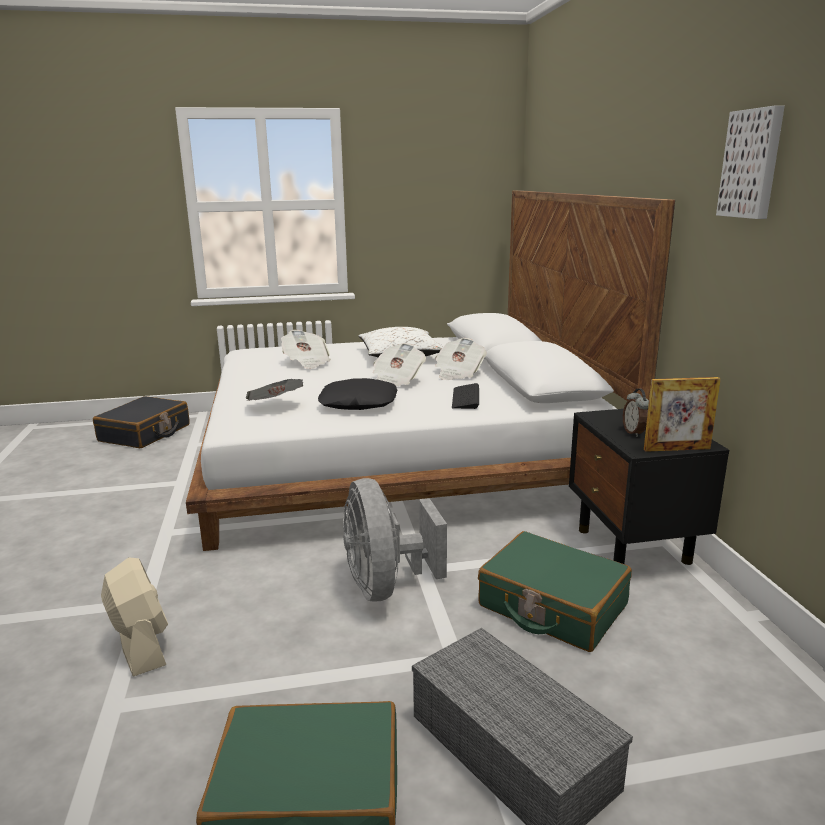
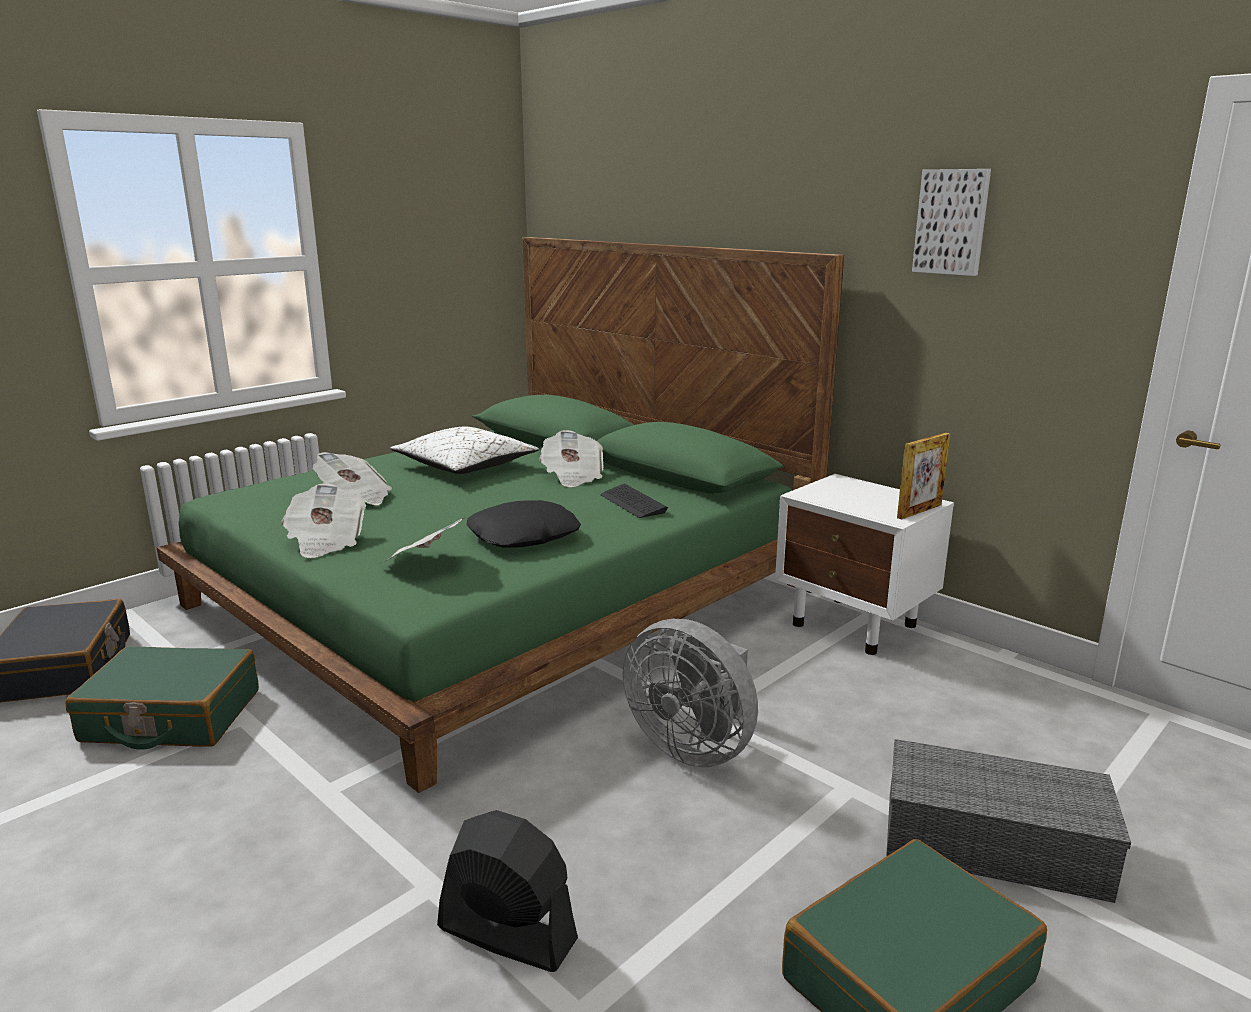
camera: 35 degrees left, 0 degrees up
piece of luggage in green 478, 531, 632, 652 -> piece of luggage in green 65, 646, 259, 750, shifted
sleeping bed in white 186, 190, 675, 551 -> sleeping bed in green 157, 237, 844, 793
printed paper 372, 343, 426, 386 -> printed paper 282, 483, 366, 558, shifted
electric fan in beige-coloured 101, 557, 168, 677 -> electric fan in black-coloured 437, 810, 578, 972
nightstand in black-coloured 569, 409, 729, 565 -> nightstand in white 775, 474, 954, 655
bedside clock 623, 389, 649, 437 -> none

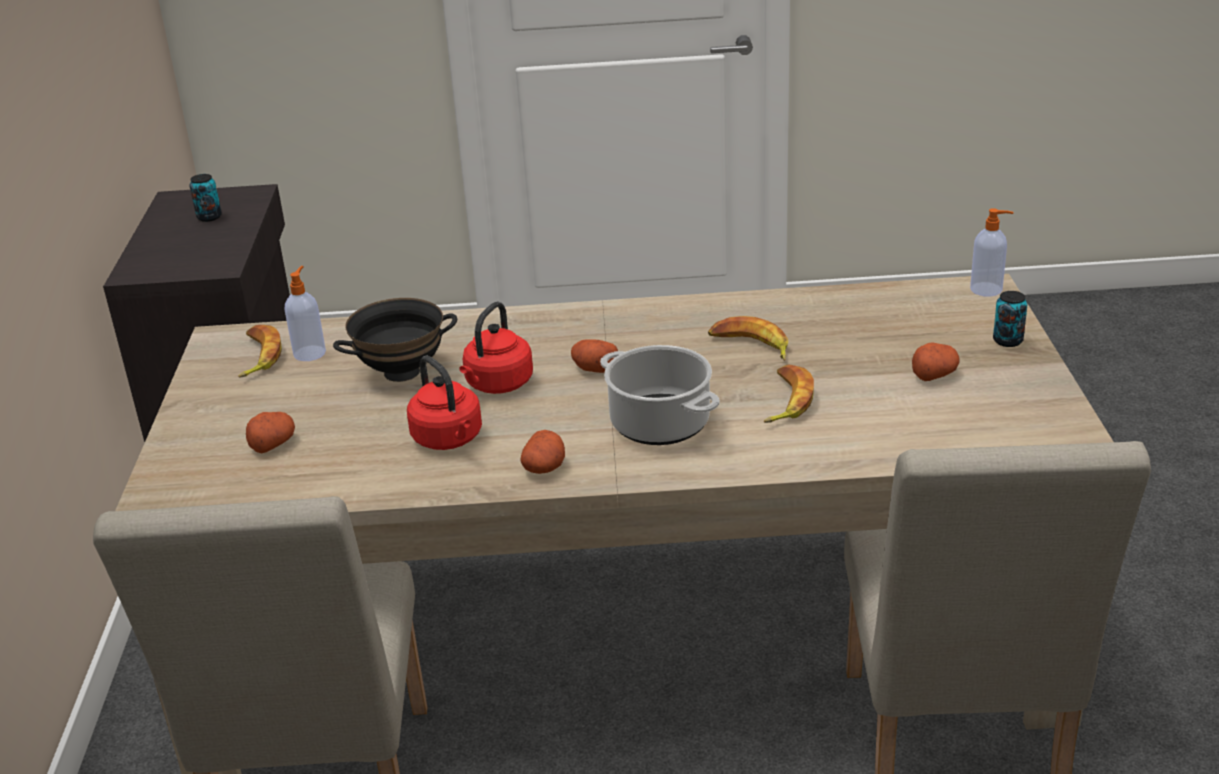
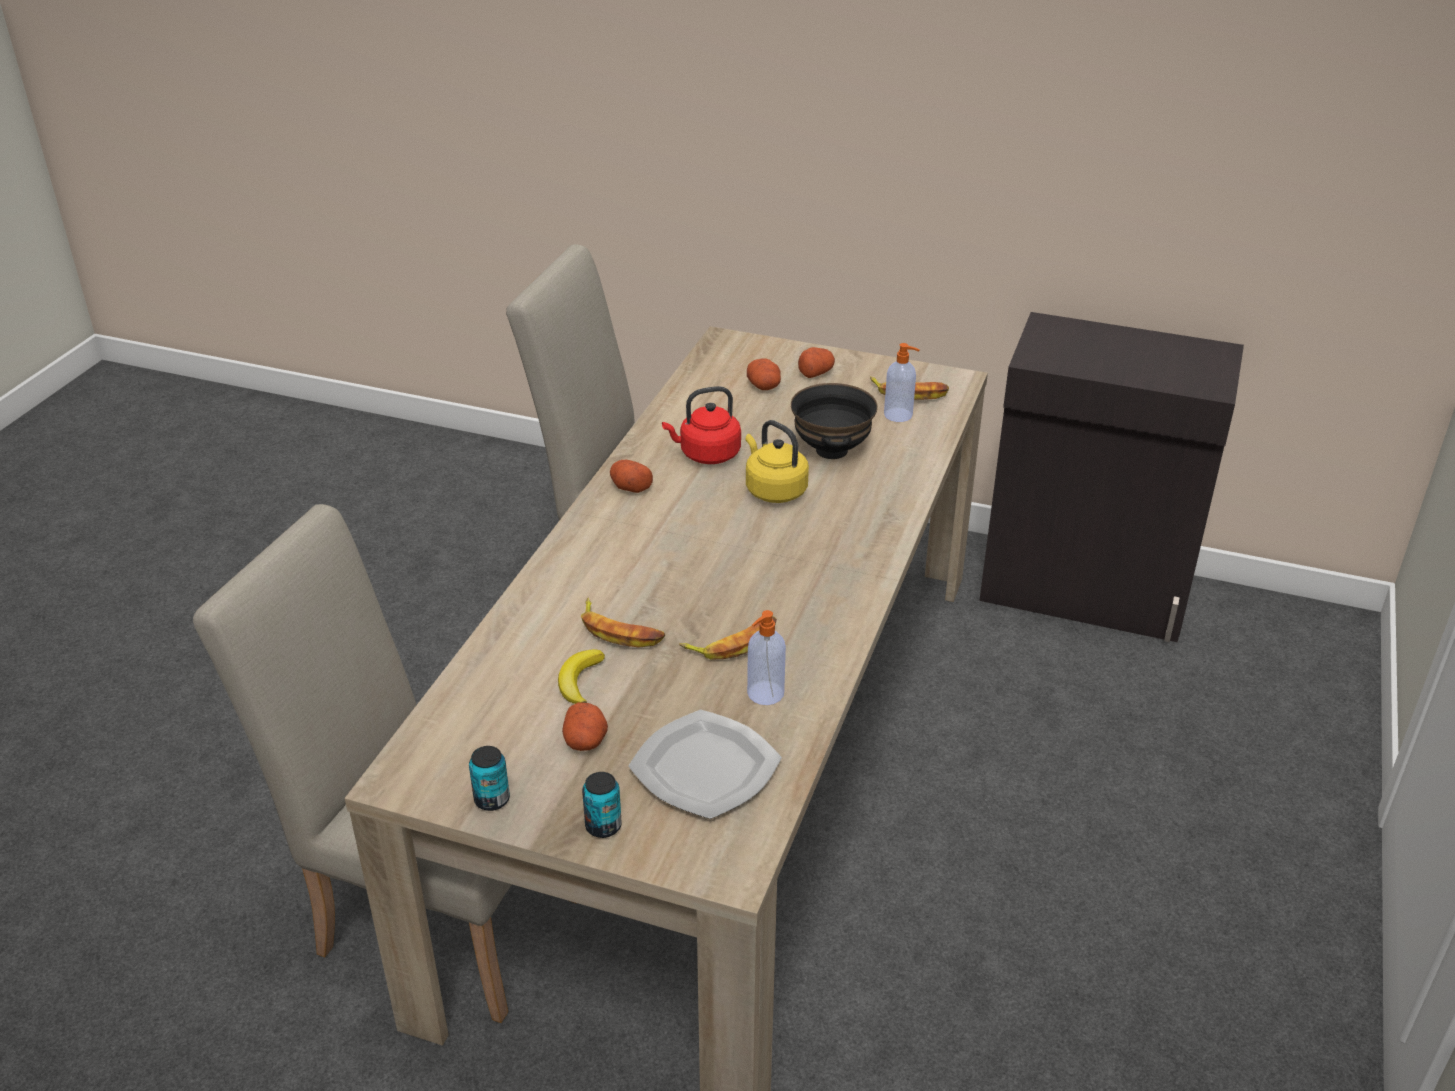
camera: 110 degrees right, 5 degrees up
metal can 189, 174, 222, 222 -> metal can 469, 746, 510, 811, shifted
none -> banana 558, 649, 605, 704
none -> flat dish 628, 709, 782, 819
water kettle in red 459, 302, 533, 394 -> water kettle in yellow 746, 420, 809, 503
liquid soap bottle 970, 208, 1013, 296 -> liquid soap bottle 747, 610, 786, 705, shifted
whole potato 571, 339, 618, 373 -> whole potato 798, 347, 835, 378, shifted
saucepot 600, 345, 720, 445 -> none

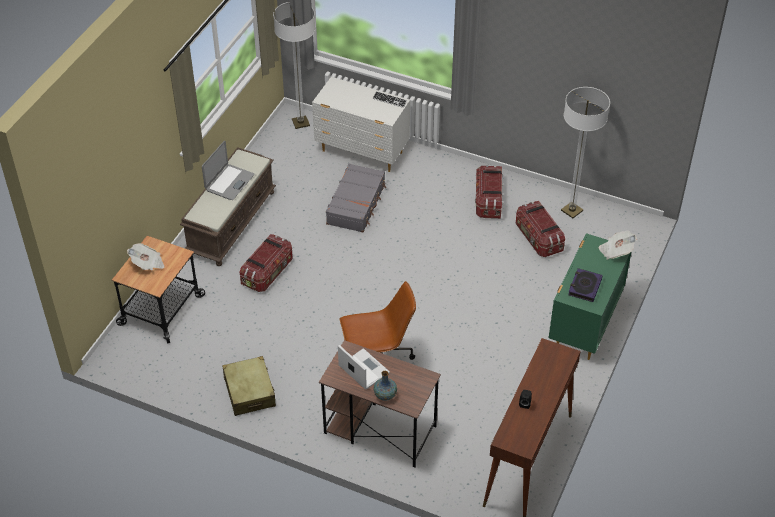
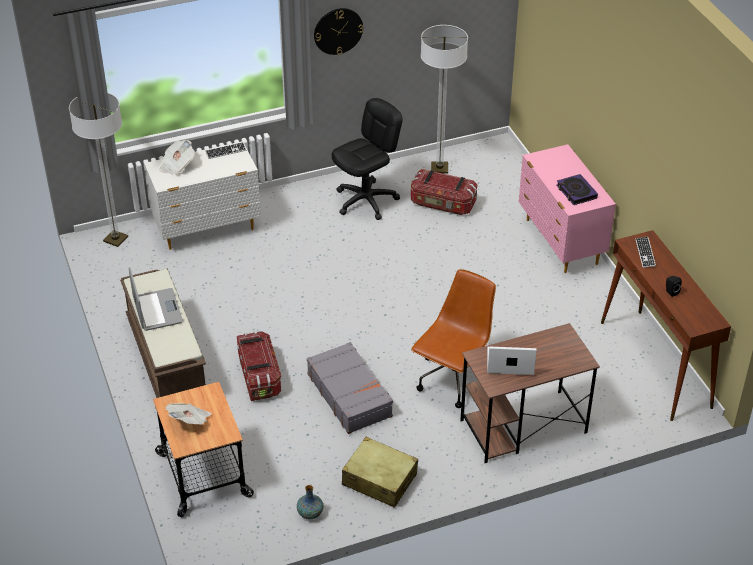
camera: 45 degrees left, 5 degrees down
printed paper 599, 230, 637, 260 -> printed paper 159, 140, 195, 175, shifted
decorative vase 374, 371, 397, 400 -> decorative vase 297, 485, 324, 519, shifted
piece of luggage in greyish 326, 164, 386, 232 -> piece of luggage in greyish 307, 342, 393, 434, shifted
none -> hanging clock 314, 8, 363, 55
storage bin 475, 165, 503, 219 -> desk chair in black-coloured 332, 98, 403, 220
drawer chest in green 548, 233, 632, 360 -> drawer chest in pinkish 519, 144, 616, 273
none -> computer keyboard 635, 237, 656, 268

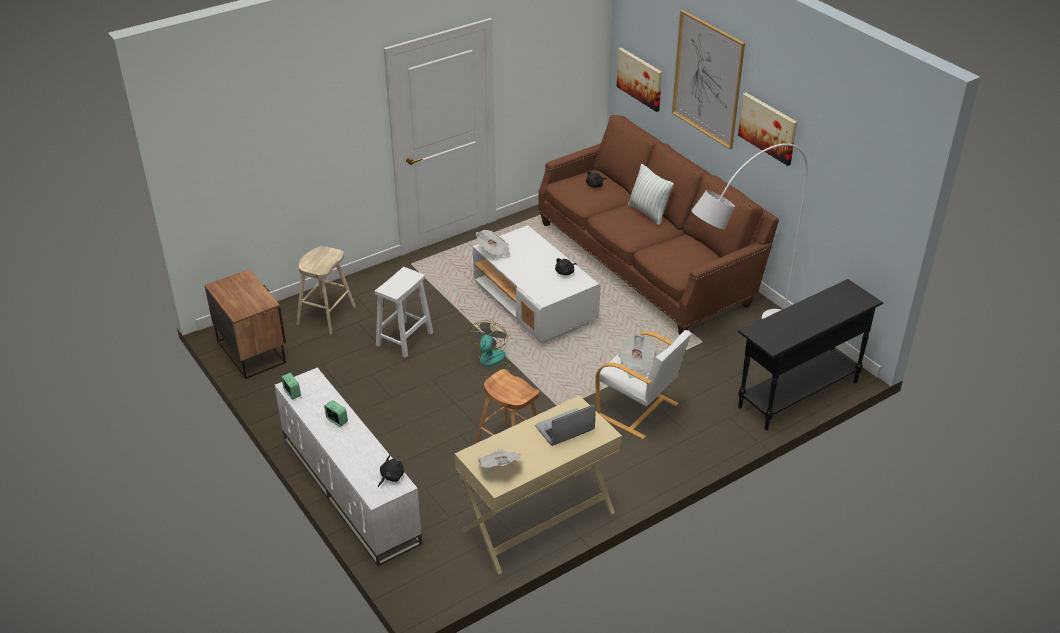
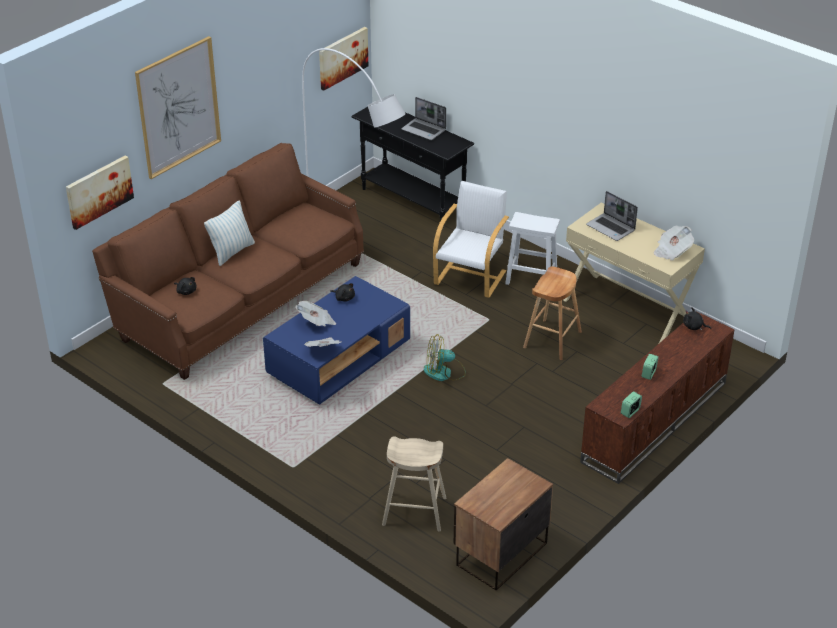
camera: 105 degrees left, 0 degrees up
coffee table in white 473, 225, 601, 344 -> coffee table in blue-coloured 263, 276, 410, 405
printed paper 619, 335, 658, 378 -> printed paper 295, 301, 336, 327, shifted
wall art 738, 93, 797, 166 -> wall art 319, 27, 368, 91, shifted
none -> laptop 401, 97, 446, 140
stool in white 375, 267, 433, 358 -> stool in white 505, 212, 560, 285, shifted
tv unit in white 275, 367, 422, 566 -> tv unit in brown-coloured 580, 311, 735, 484

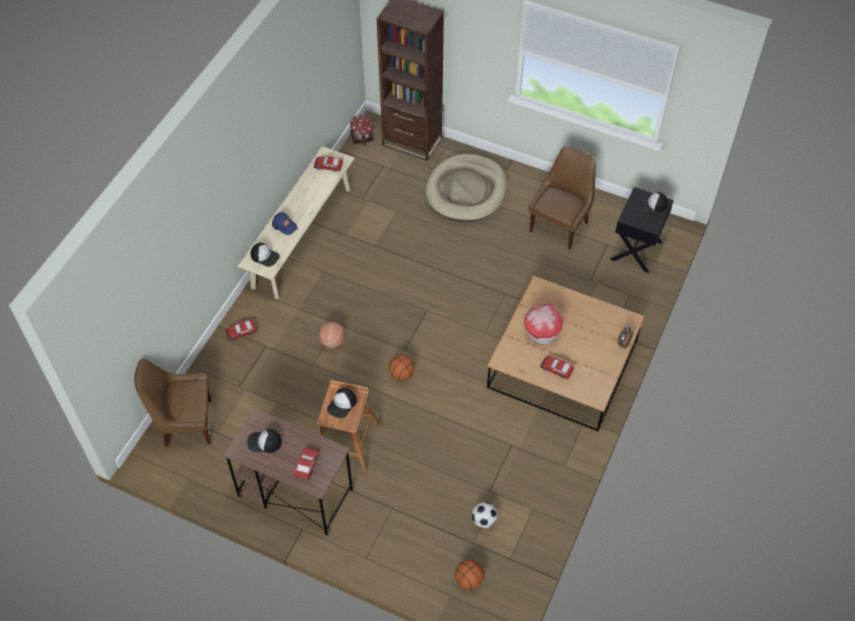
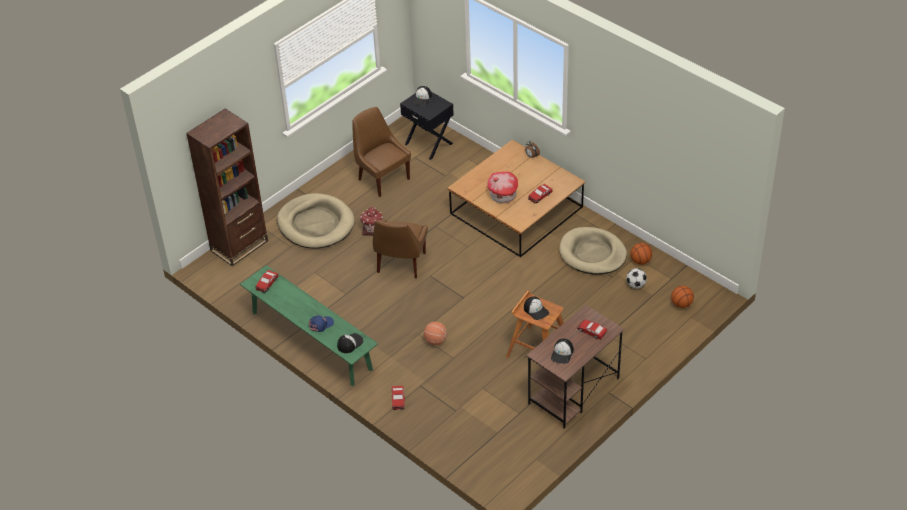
camera: 70 degrees left, 10 degrees down
indoor bench in beige-coloured 237, 146, 355, 299 -> indoor bench in green 240, 265, 378, 386
model house 350, 115, 375, 146 -> model house 360, 207, 383, 236, shifted
upright chair in brown-coloured 134, 358, 211, 447 -> upright chair in brown-coloured 373, 220, 428, 278, shifted
none -> pet bed in beige-coloured 559, 227, 627, 275
basketball 389, 355, 415, 381 -> basketball 630, 243, 652, 265, shifted

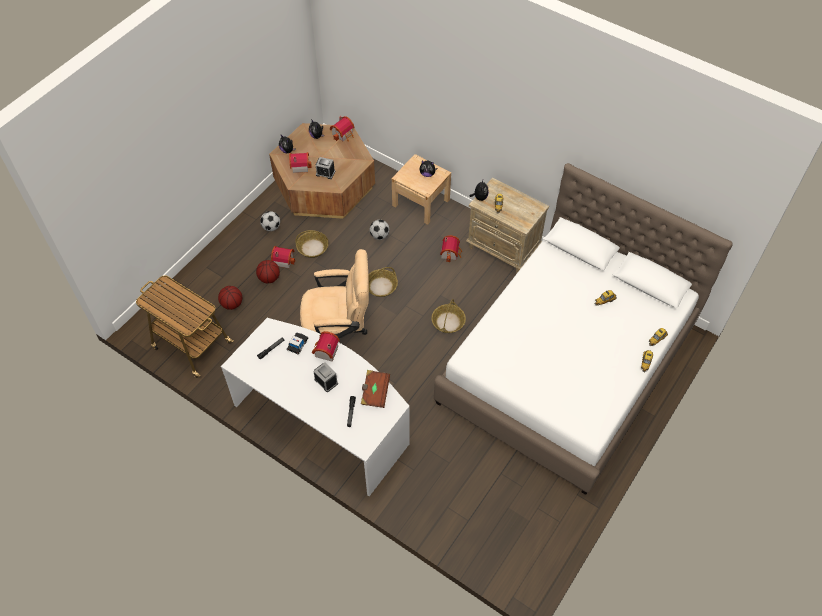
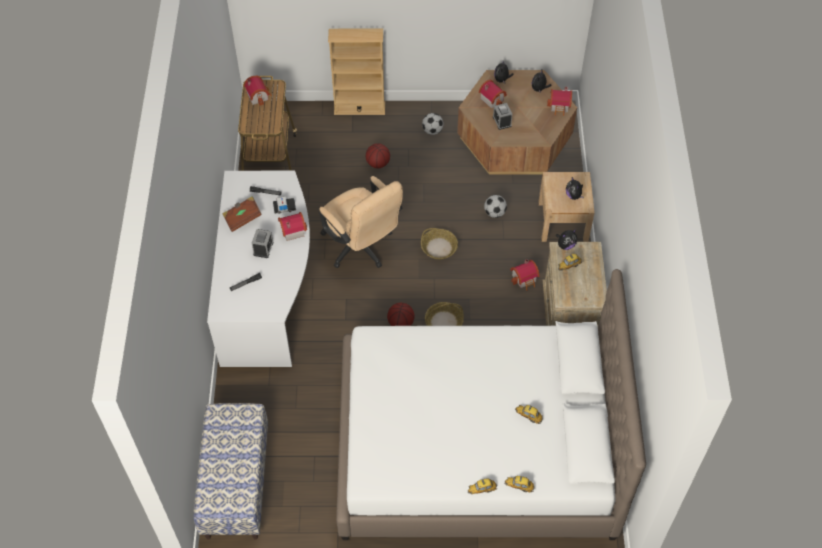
camera: 55 degrees right, 0 degrees up
none -> indoor bench 194, 403, 268, 540
bound book in brown-coloured 361, 370, 390, 408 -> bound book in brown-coloured 222, 196, 262, 232, shifted
model house 271, 246, 295, 268 -> model house 244, 75, 272, 105, shifted
none -> bookshelf in beige-coloured 328, 29, 385, 115
basketball 218, 286, 242, 310 -> basketball 387, 303, 415, 326, shifted
storage basket 295, 230, 329, 258 -> none

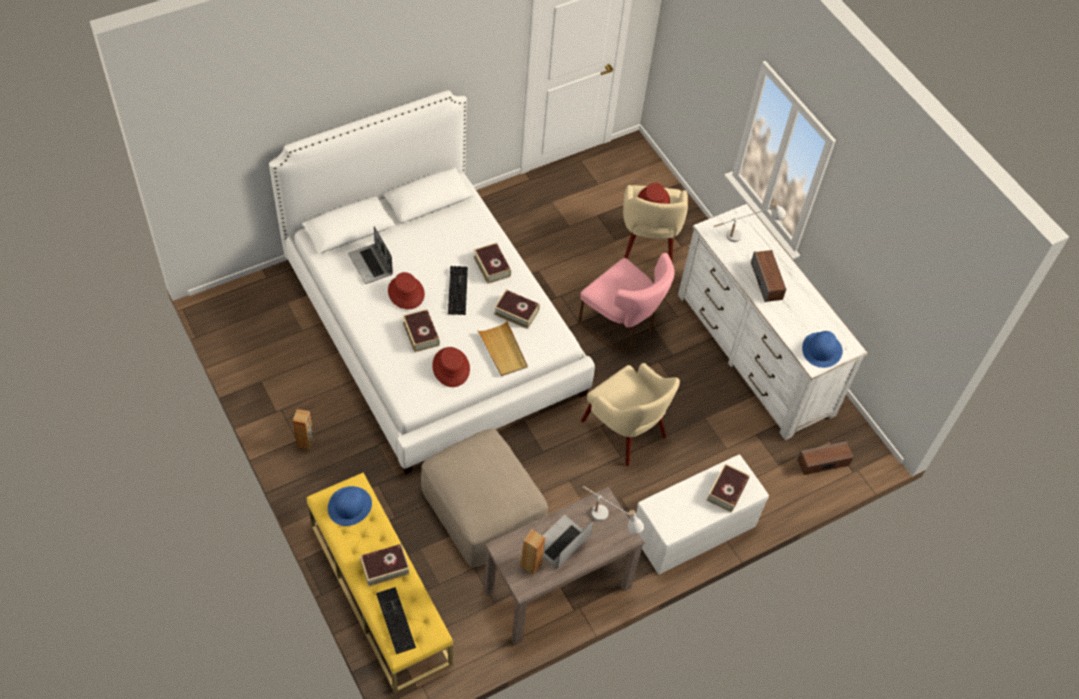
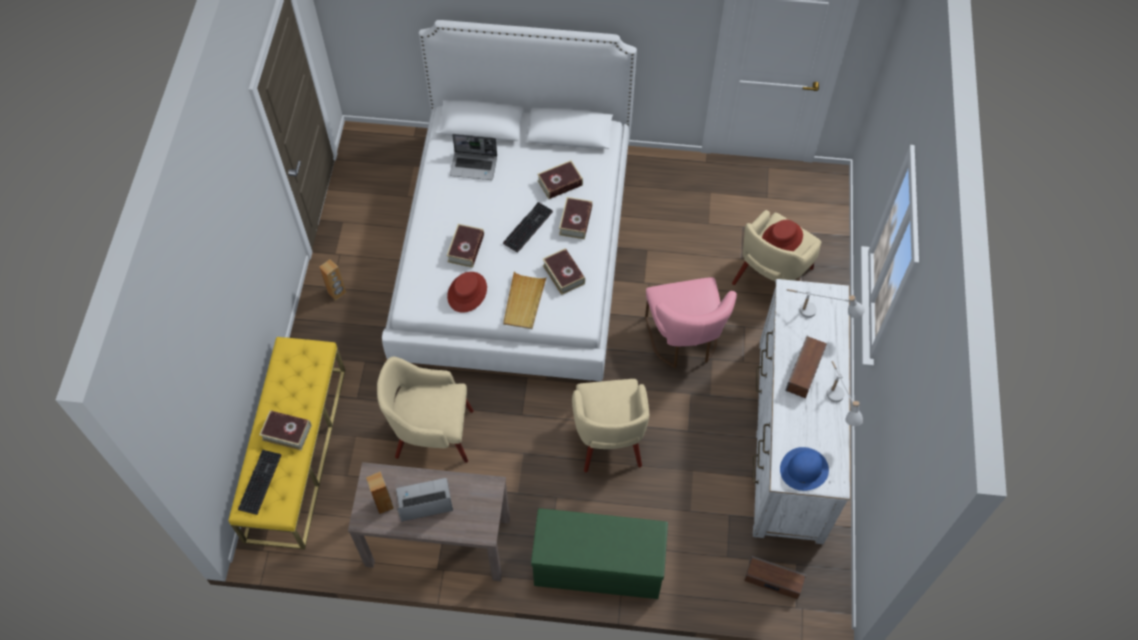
camera: 40 degrees right, 5 degrees up
footrest in beige-coloured 421, 428, 548, 568 -> armchair in beige-coloured 377, 357, 474, 463
laptop 348, 226, 393, 284 -> laptop 450, 134, 497, 180, 90 degrees counterclockwise
indoor bench in white 636, 455, 769, 575 -> indoor bench in green 531, 508, 668, 599
bound book 707, 463, 750, 512 -> bound book 537, 160, 583, 199, shifted
lamp for a table in white 583, 486, 644, 534 -> lamp for a table in white 827, 361, 863, 426, shifted
wearable hat in blue-coloured 328, 486, 372, 526 -> none
wearable hat in red 388, 272, 425, 309 -> none

